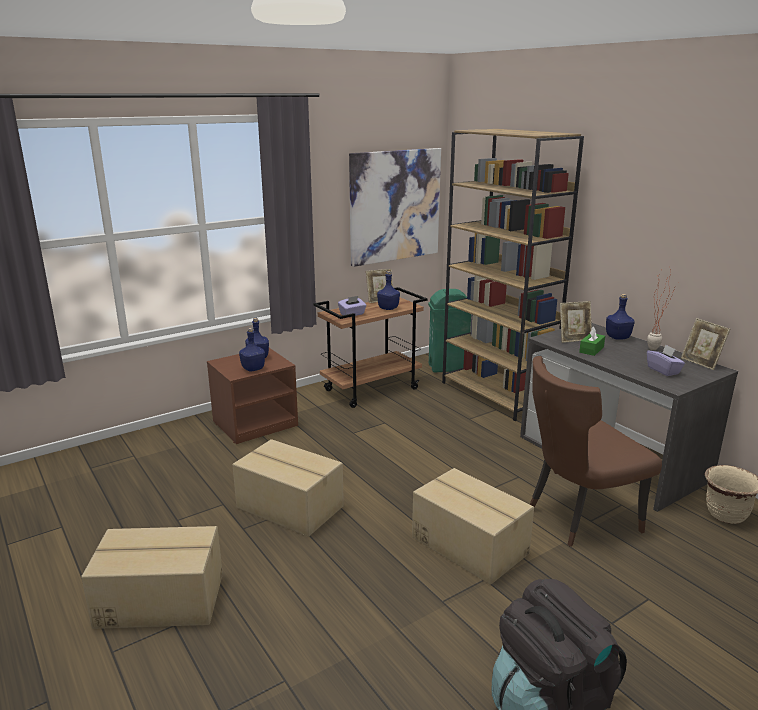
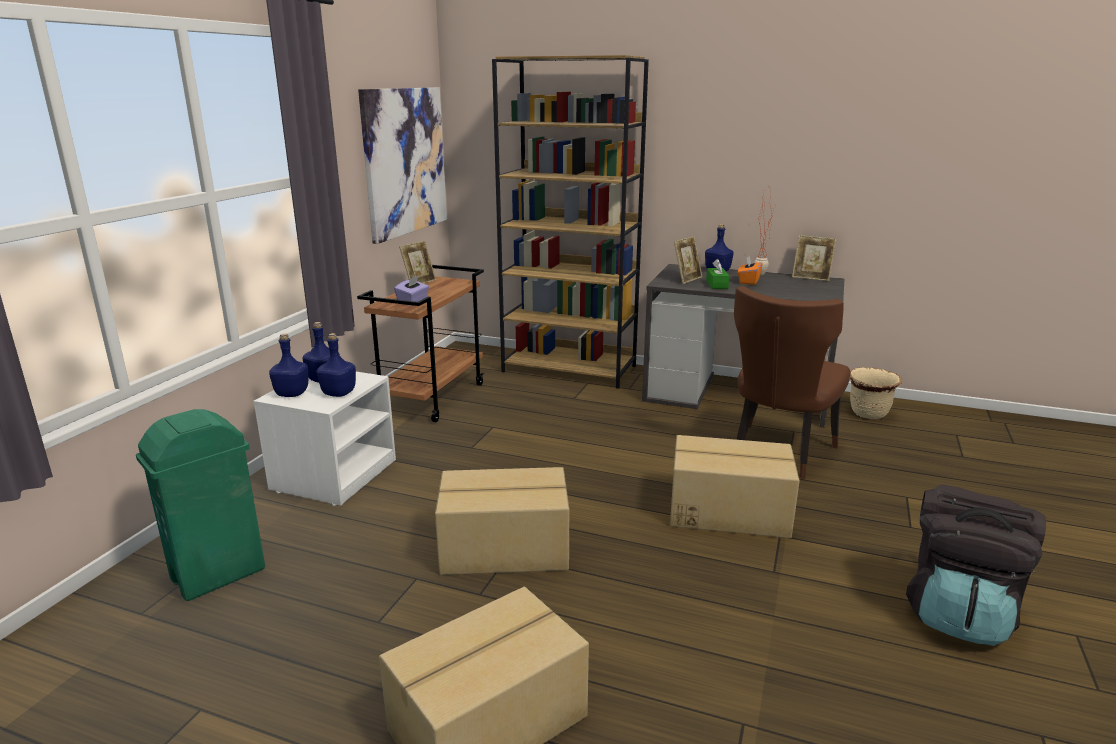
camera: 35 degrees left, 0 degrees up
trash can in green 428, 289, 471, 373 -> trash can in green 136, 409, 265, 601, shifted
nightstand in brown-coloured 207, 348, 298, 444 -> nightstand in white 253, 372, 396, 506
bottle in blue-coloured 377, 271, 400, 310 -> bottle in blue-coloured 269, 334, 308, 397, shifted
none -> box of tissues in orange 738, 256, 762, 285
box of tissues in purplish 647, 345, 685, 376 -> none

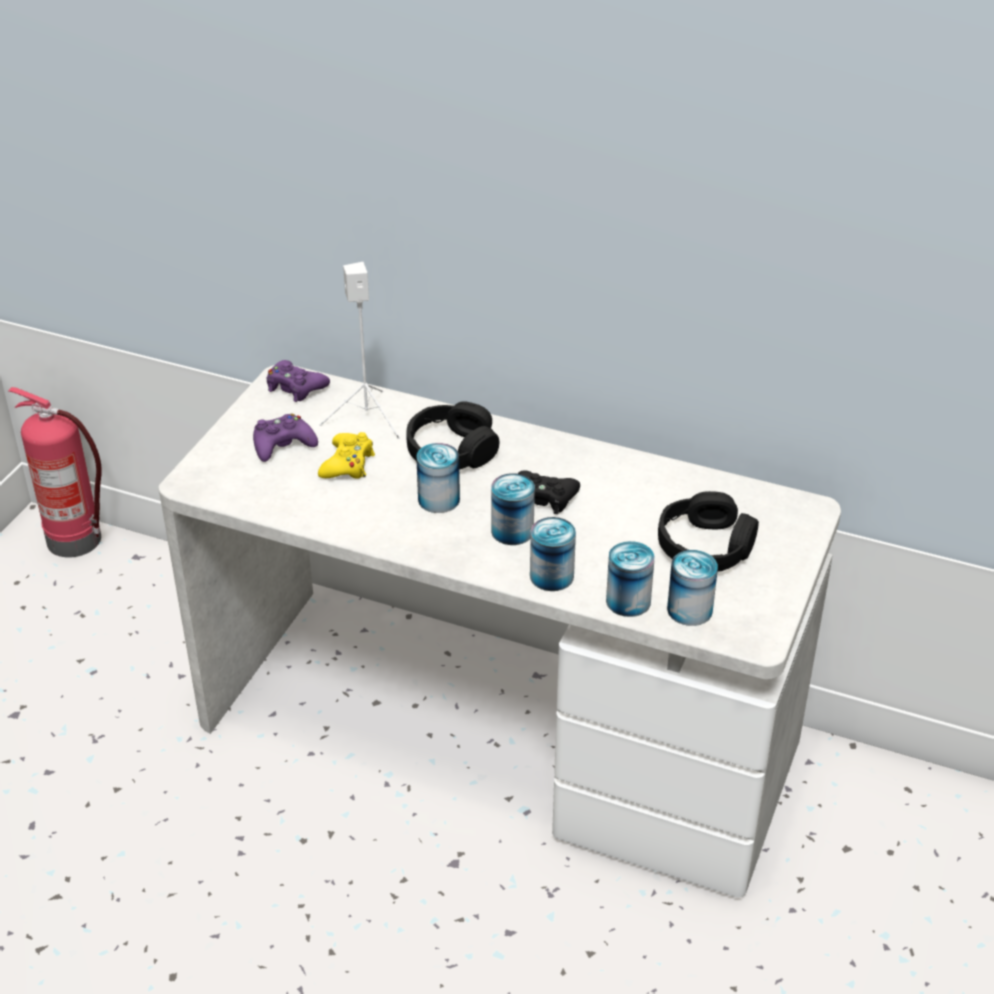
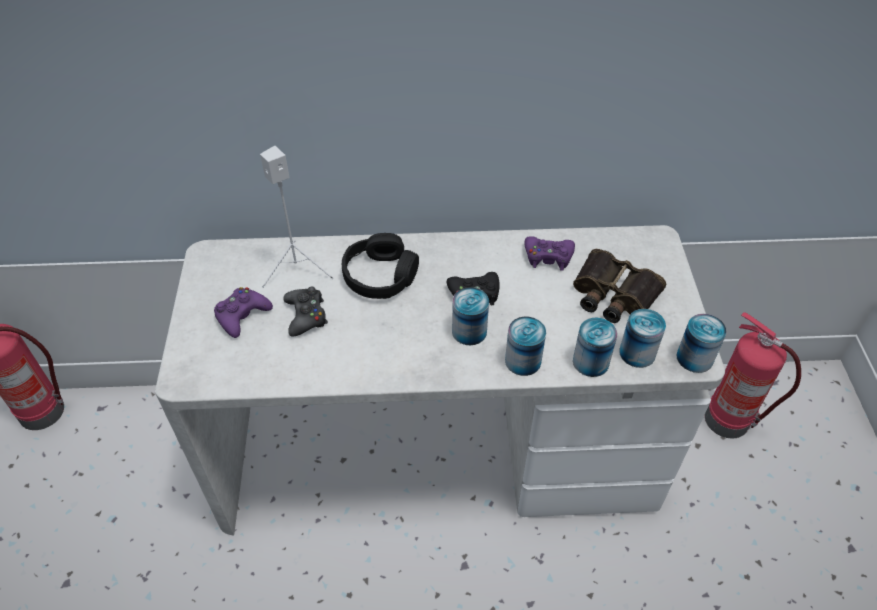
camera: 25 degrees left, 10 degrees up
gamepad in yellow 318, 432, 375, 479 -> gamepad in black-coloured 283, 286, 328, 337
gamepad in purplish 267, 360, 330, 402 -> gamepad in purplish 525, 236, 575, 271, shifted
pair of headphones in black-coloured 658, 491, 759, 572 -> pair of binoculars 573, 249, 666, 323
metal can 416, 443, 460, 513 -> metal can 676, 314, 727, 373, shifted
none -> extinguisher 705, 312, 801, 439

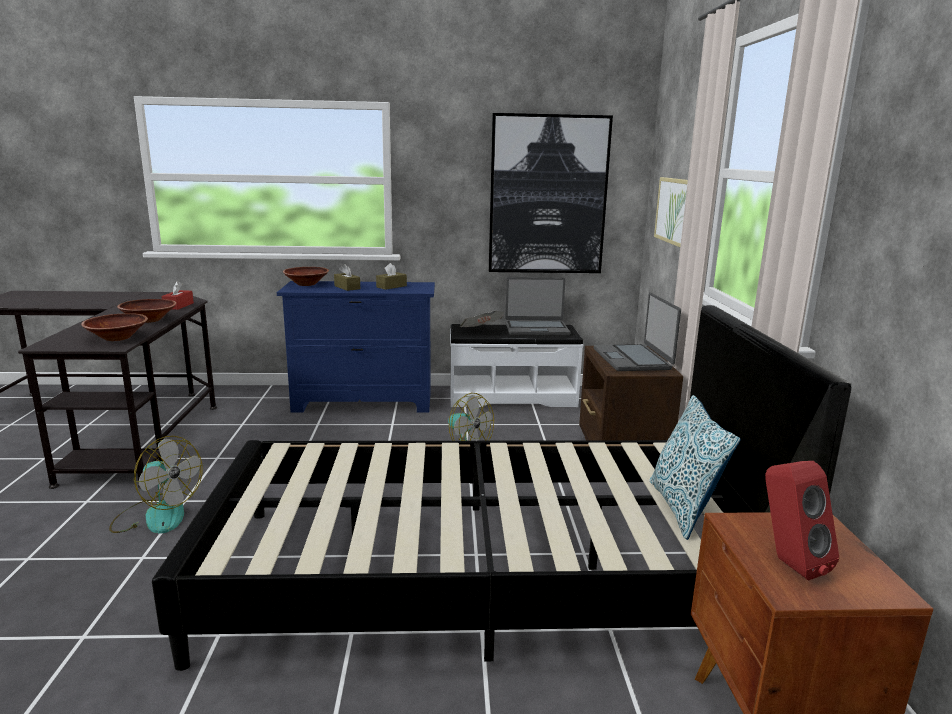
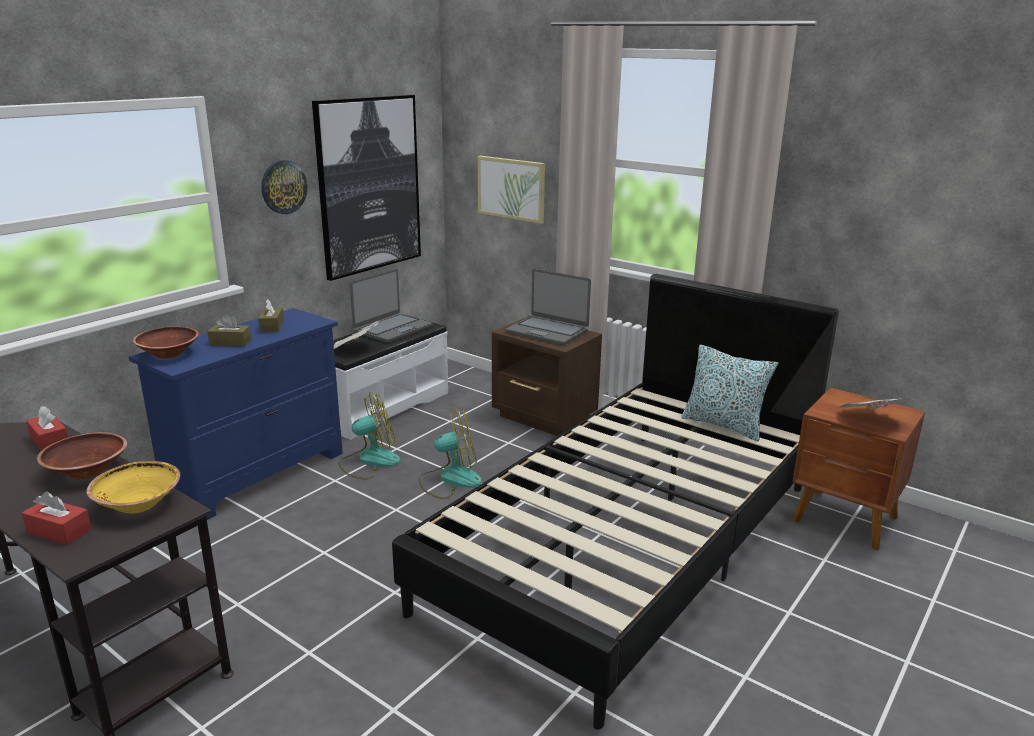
camera: 50 degrees left, 5 degrees up
none -> box of tissues in red 22, 491, 92, 545
serving bowl in brown-coloured 81, 313, 148, 341 -> serving bowl in yellow 86, 461, 180, 513
none -> hanging clock 261, 160, 307, 214
electric fan 109, 436, 203, 534 -> electric fan 338, 393, 401, 479, shifted
loudspeaker in red 765, 461, 839, 581 -> printed paper 836, 398, 912, 410

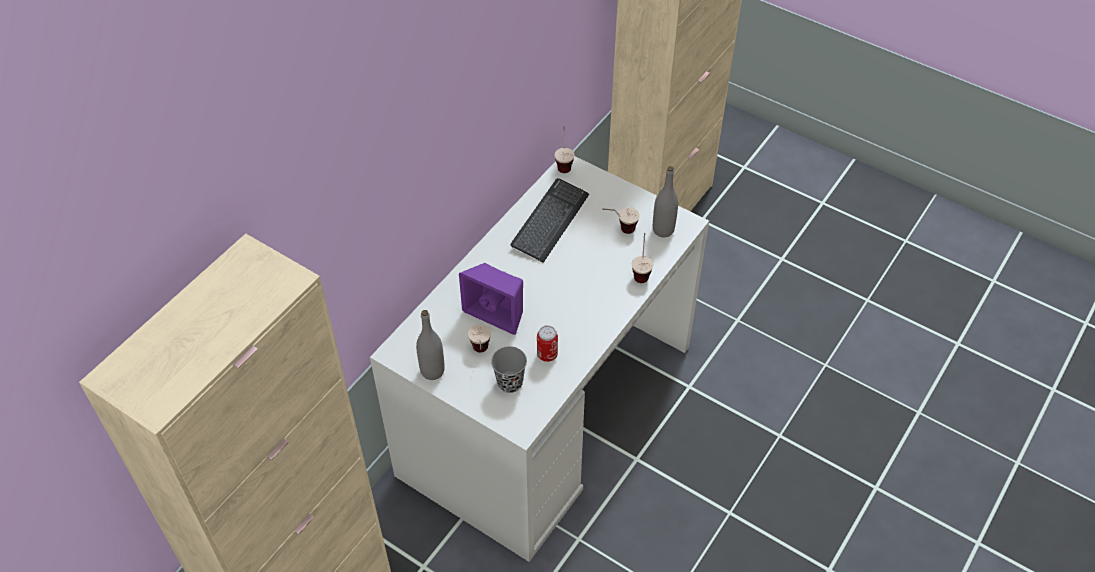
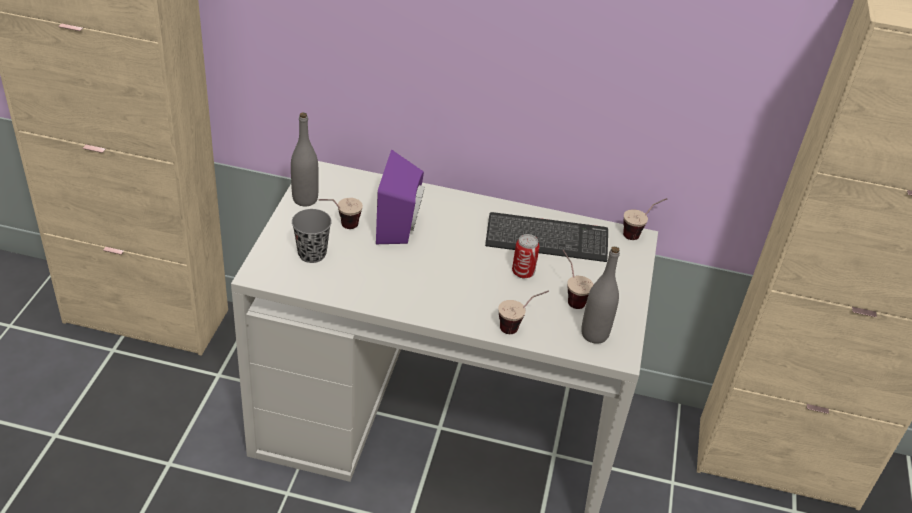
camera: 65 degrees right, 10 degrees down
metal can 537, 325, 558, 362 -> metal can 512, 234, 539, 278, shifted

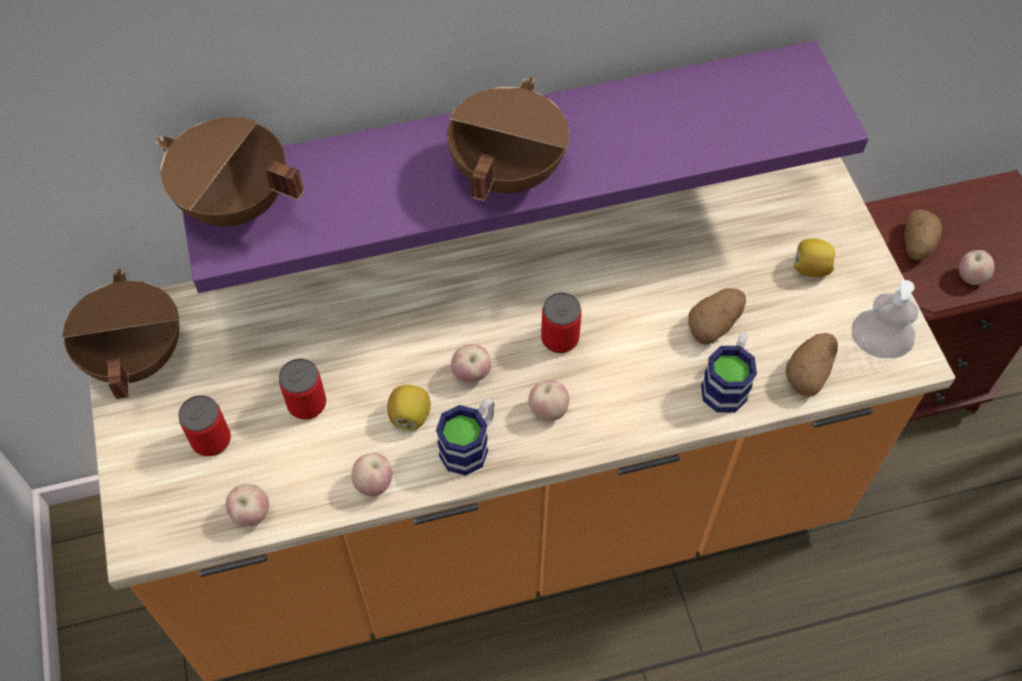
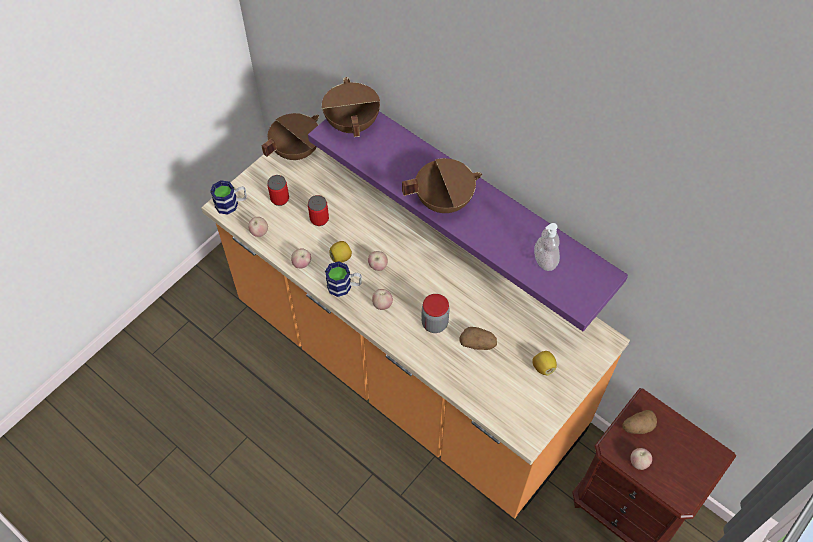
camera: 55 degrees right, 0 degrees up
coffee mug 701, 333, 757, 412 -> coffee mug 210, 180, 247, 215, shifted
none -> jar 421, 294, 450, 333
liquid soap bottle 852, 280, 918, 358 -> liquid soap bottle 534, 223, 560, 271, shifted
metal can 541, 292, 582, 353 -> none
whole potato 786, 333, 838, 397 -> none

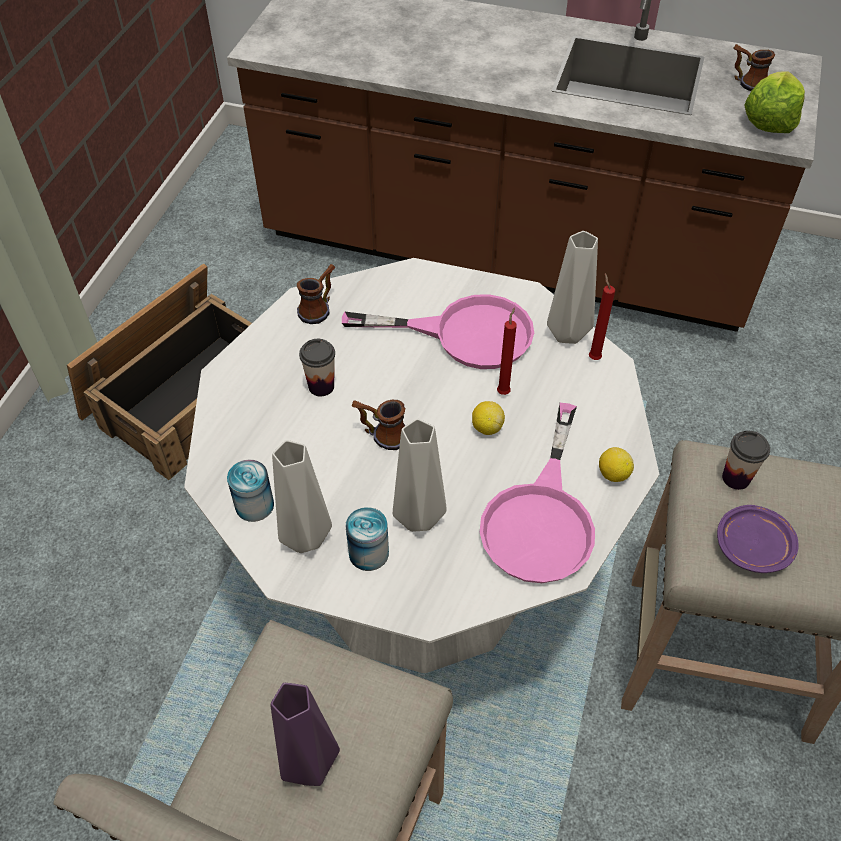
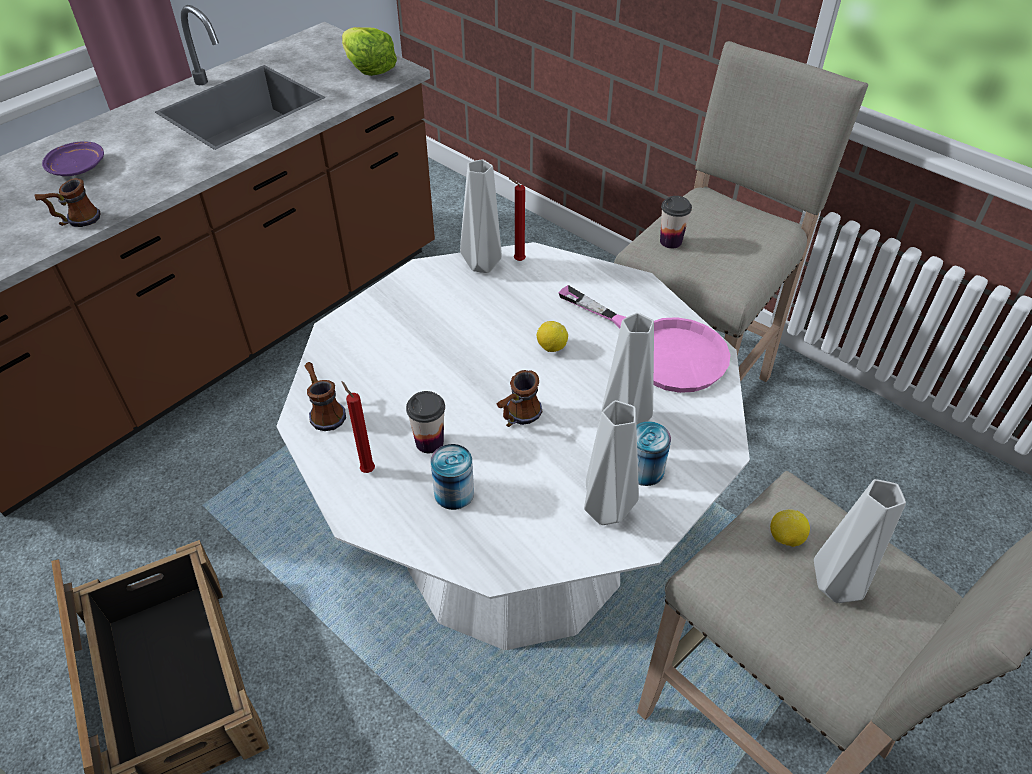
camera: 65 degrees left, 5 degrees down
coffee mug 733, 44, 775, 91 -> coffee mug 34, 178, 101, 227, shifted
flat dish in purplish 717, 505, 799, 573 -> flat dish in purplish 42, 141, 104, 176, shifted
wax candle in red 497, 307, 517, 395 -> wax candle in red 342, 381, 375, 473, shifted
metal can 227, 460, 274, 522 -> metal can 430, 444, 474, 510, shifted
lemon 599, 447, 634, 482 -> lemon 770, 510, 810, 547, shifted
decorative vase in purplish 270, 683, 340, 786 -> decorative vase in greyish 814, 479, 906, 603
frying pan in pinkish 342, 294, 534, 369 -> none

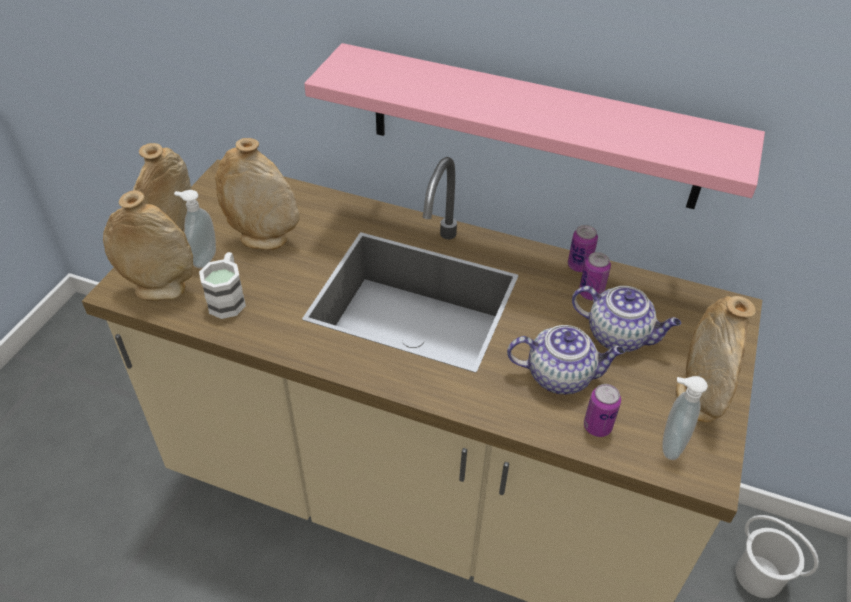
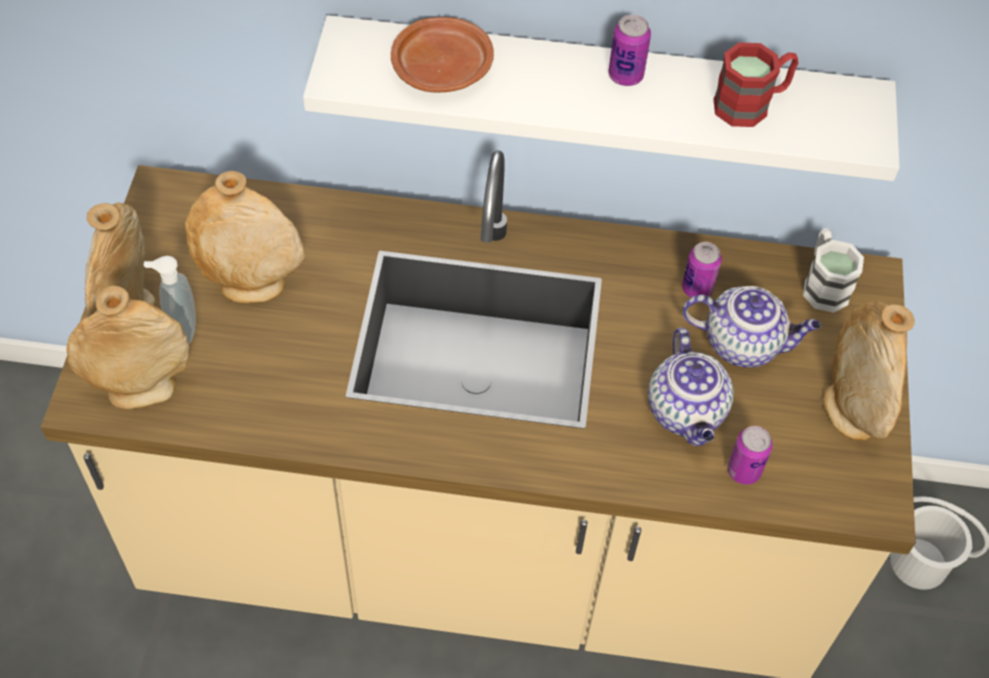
camera: 15 degrees left, 10 degrees up
bracket shelf in pinkish 304, 43, 765, 209 -> bracket shelf in white 303, 15, 900, 181
none -> flat dish in brown-coloured 391, 17, 494, 92
metal can 568, 225, 598, 272 -> metal can 608, 15, 651, 86, shifted
tea pot 507, 325, 625, 394 -> tea pot 648, 327, 734, 446, 90 degrees clockwise
none -> coffee mug in red 714, 42, 798, 127
coffee mug in white 199, 252, 246, 319 -> coffee mug in white 803, 228, 864, 313, shifted
liquid soap bottle 662, 376, 708, 460 -> none

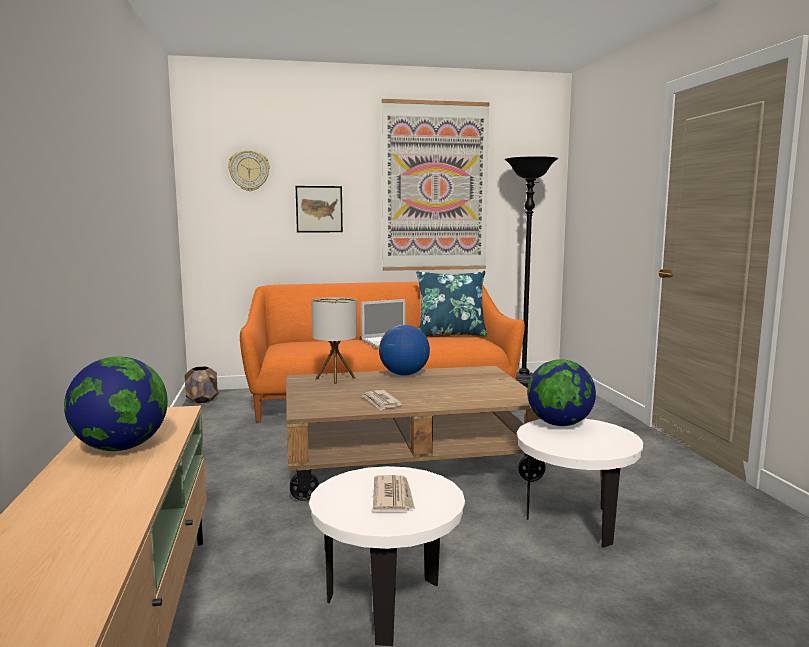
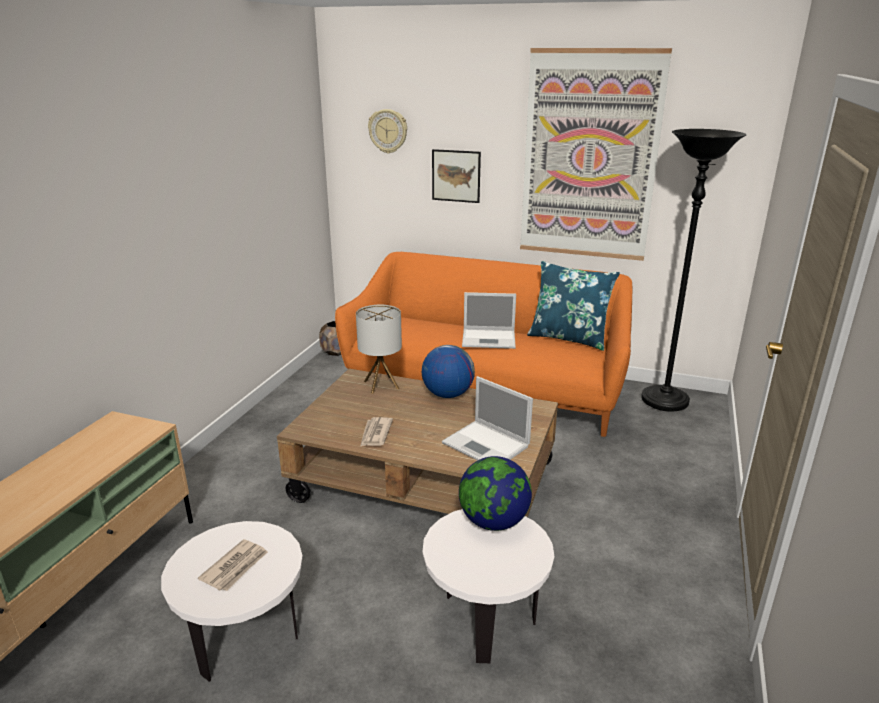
camera: 30 degrees right, 15 degrees up
none -> laptop 442, 376, 533, 461
world globe 64, 357, 168, 451 -> none

